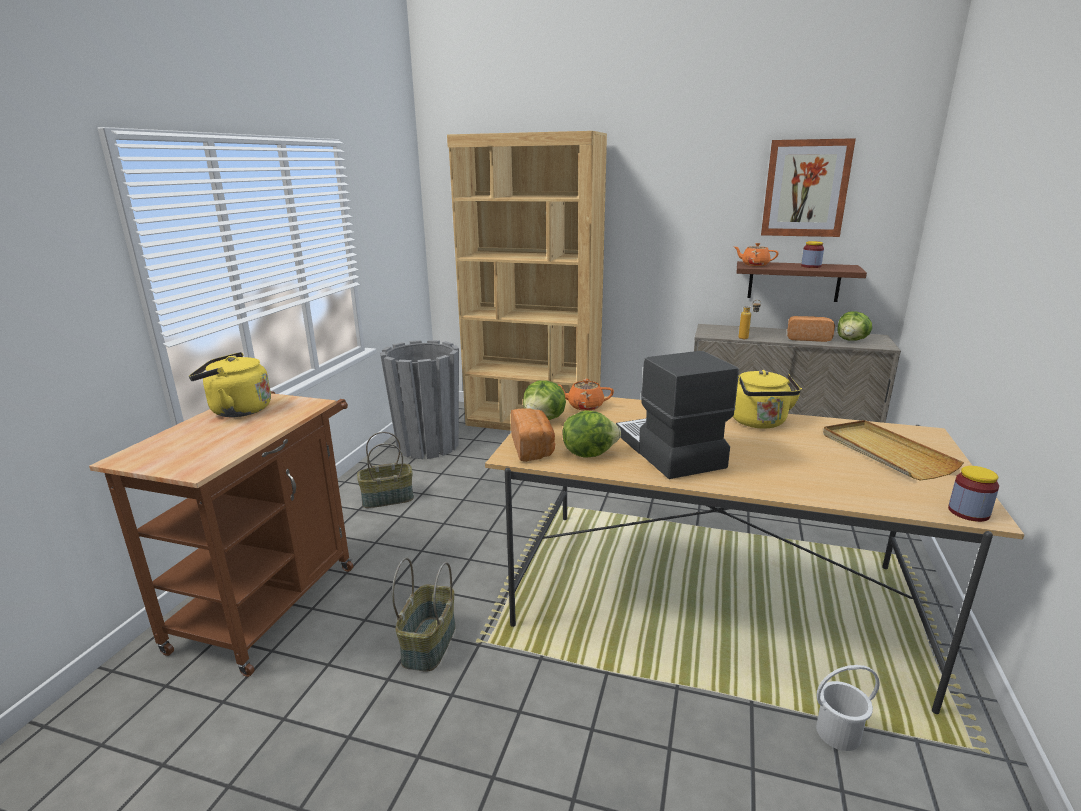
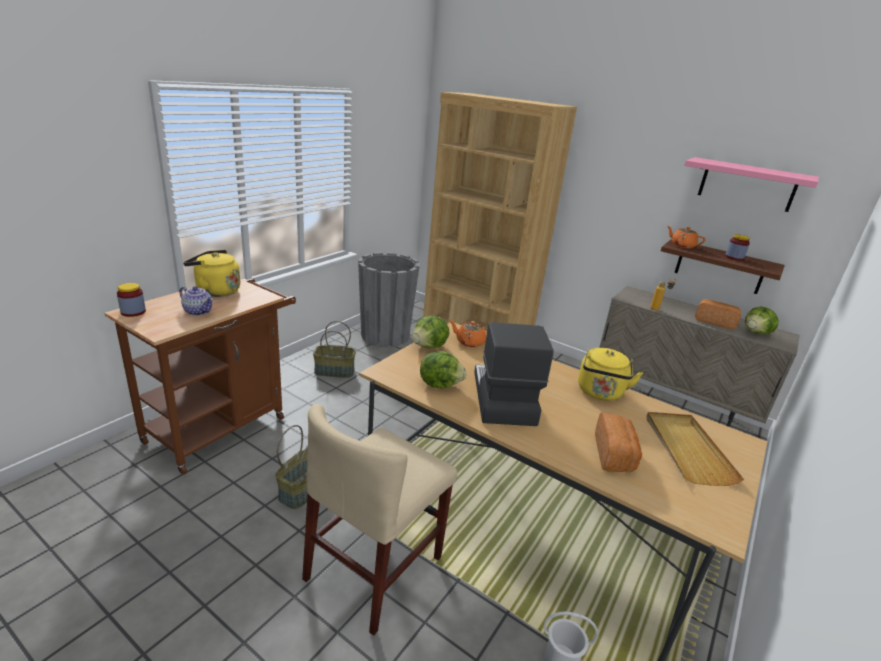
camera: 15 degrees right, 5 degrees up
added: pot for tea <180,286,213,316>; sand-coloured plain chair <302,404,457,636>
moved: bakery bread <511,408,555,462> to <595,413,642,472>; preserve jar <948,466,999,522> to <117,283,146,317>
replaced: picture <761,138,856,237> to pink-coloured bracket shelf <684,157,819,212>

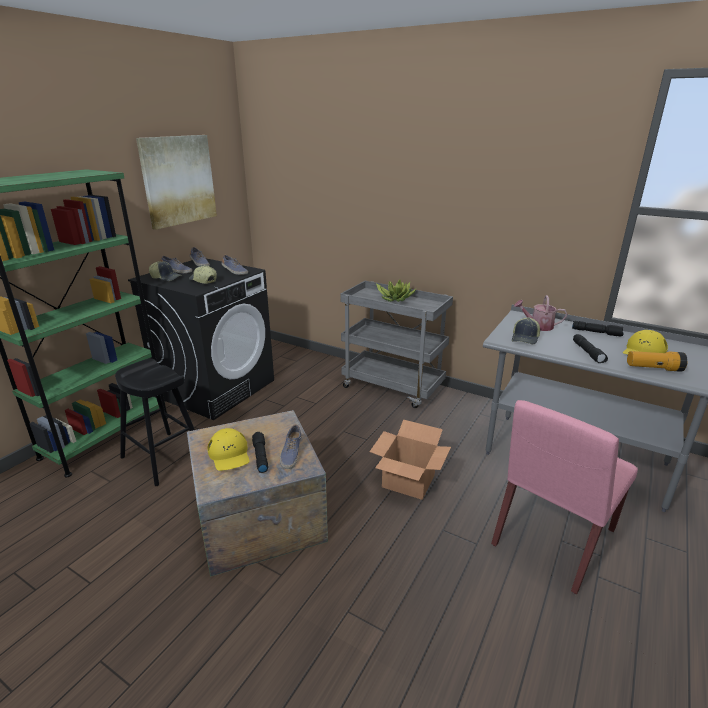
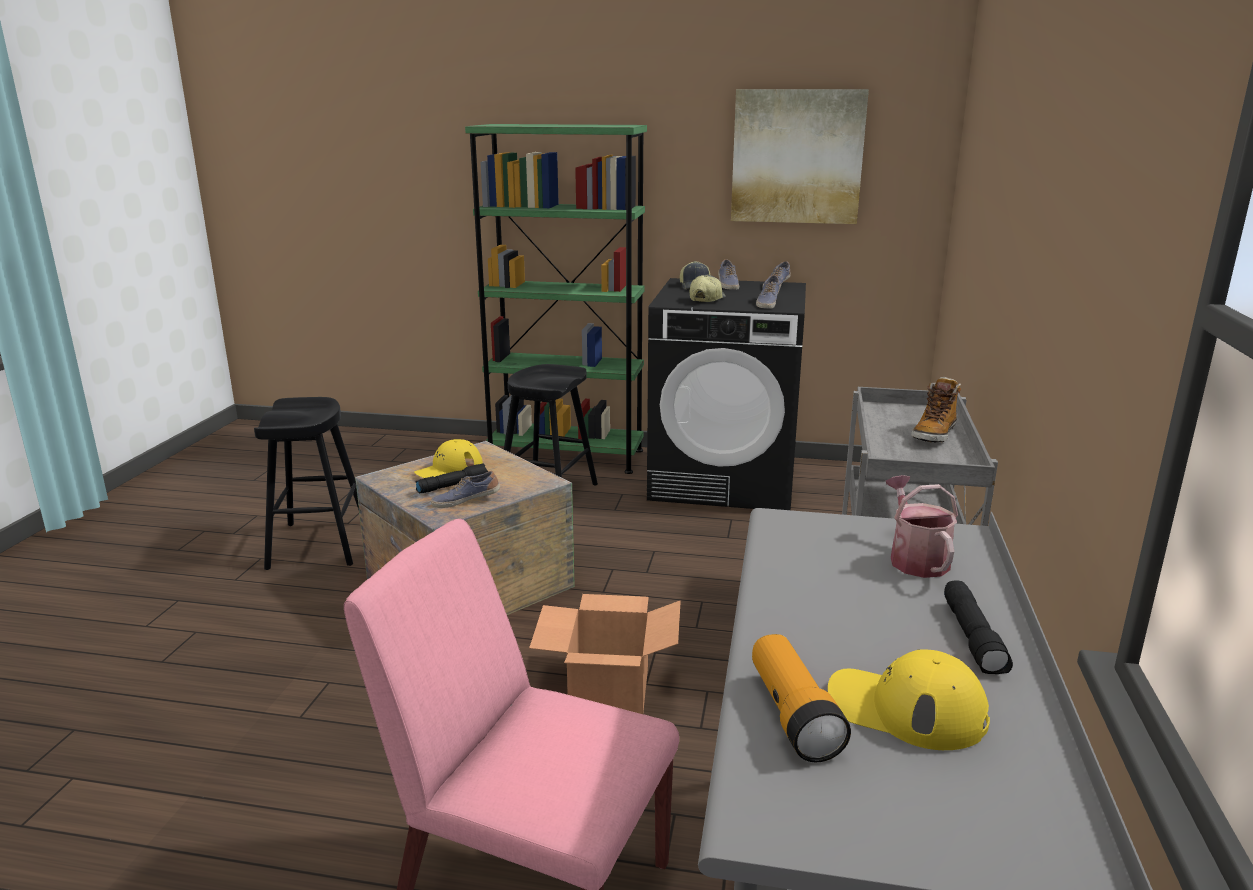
camera: 70 degrees right, 5 degrees down
removed: baseball cap <512,317,540,344>; black flashlight <573,334,608,363>
added: black stool <254,397,359,570>
replaced: potted plant <376,280,417,302> to tall boot <911,377,961,442>

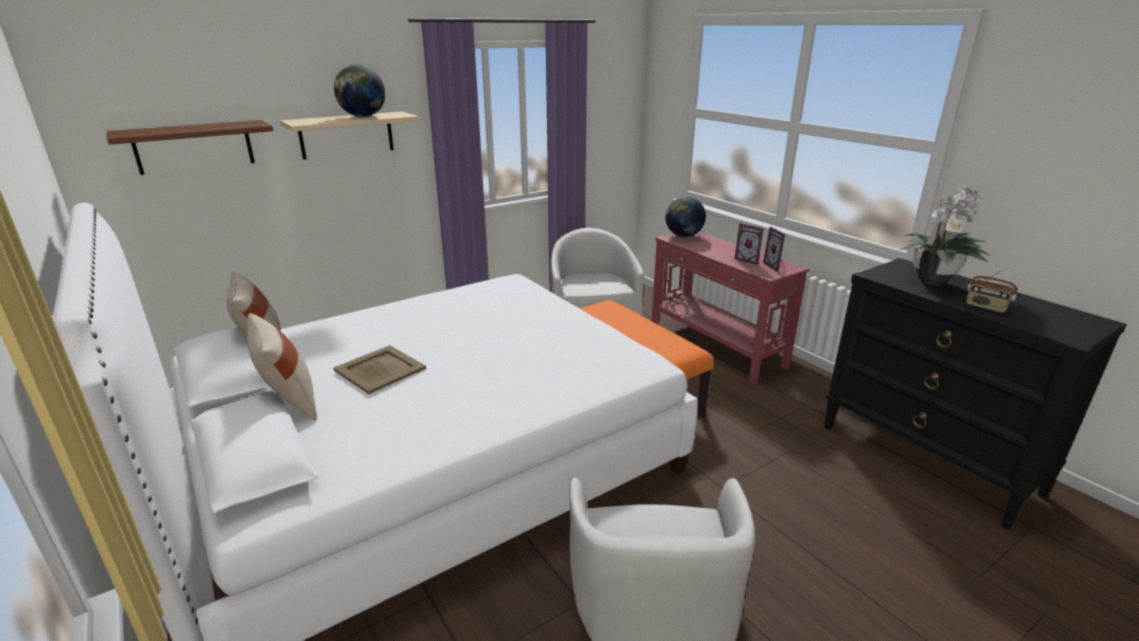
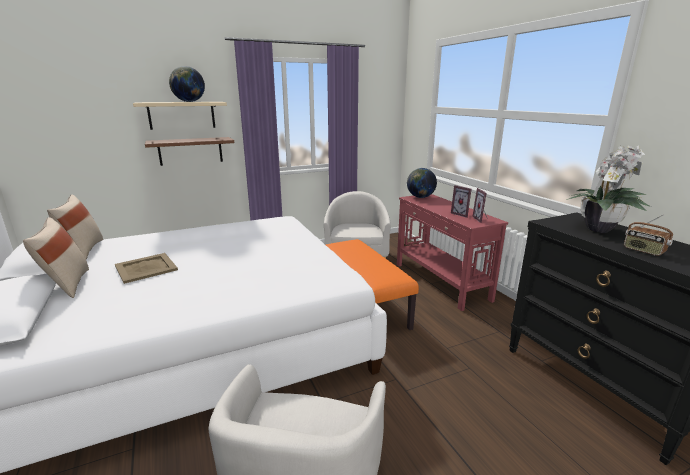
camera: 10 degrees right, 5 degrees down
moved: brown-coloured bracket shelf <107,120,273,175> to <145,137,234,166>

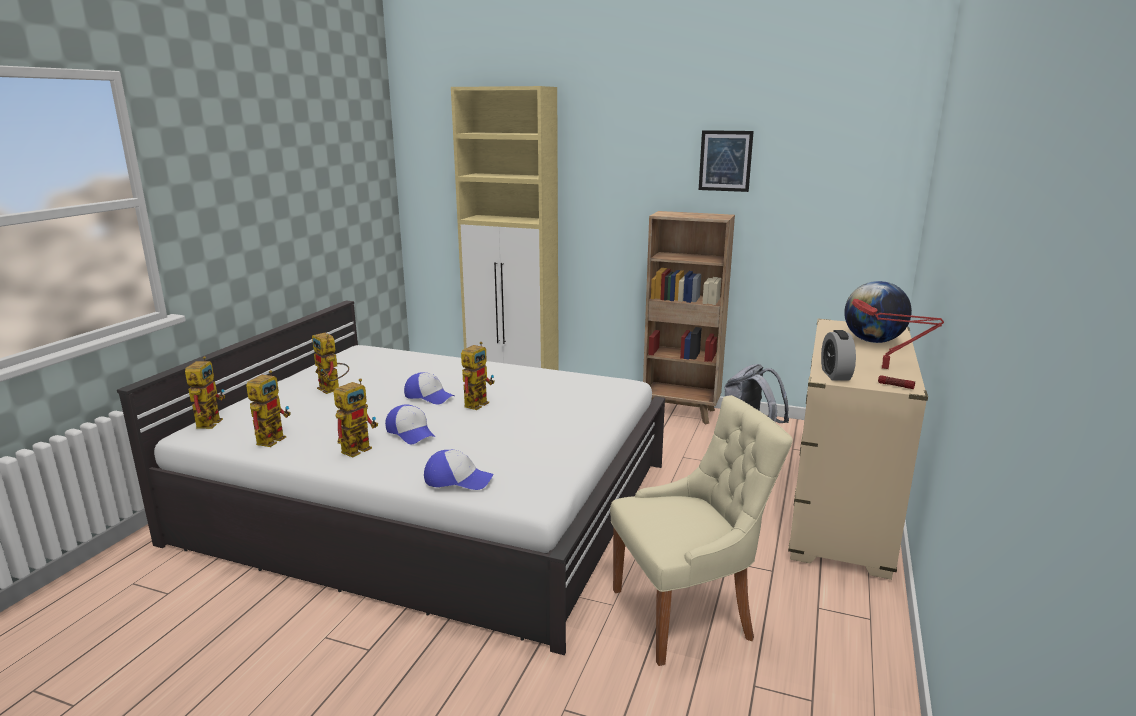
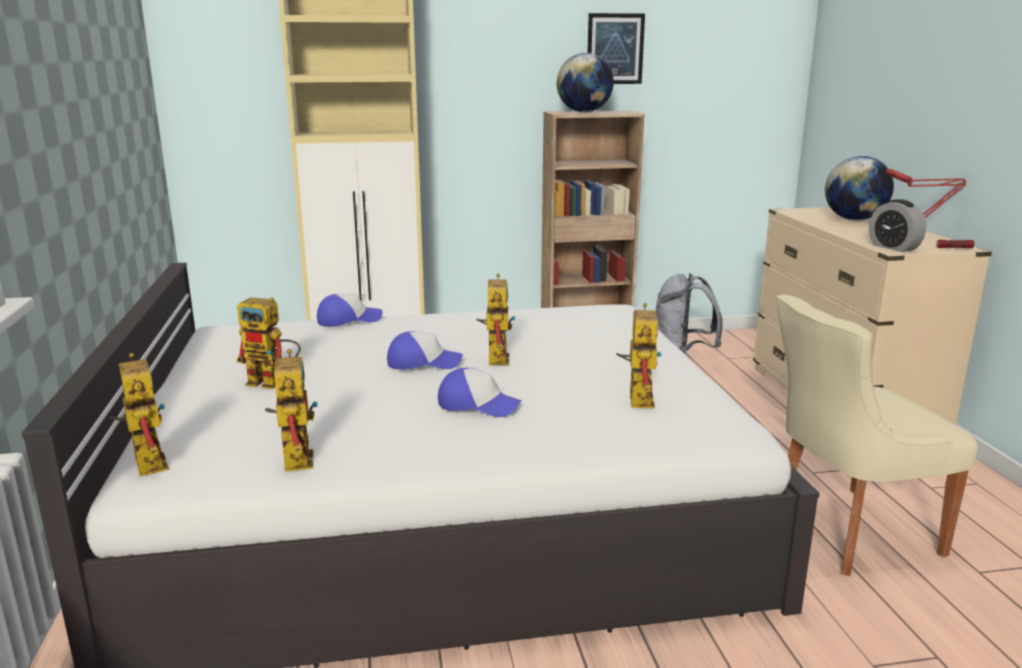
camera: 30 degrees left, 0 degrees up
added: world globe <557,53,614,112>
moved: toy robot <334,379,378,457> to <616,303,662,408>; baseball cap <424,450,493,490> to <317,293,382,327>
turned: sand-coloured plain chair <610,395,793,666> = <775,295,978,576> 150 degrees counterclockwise

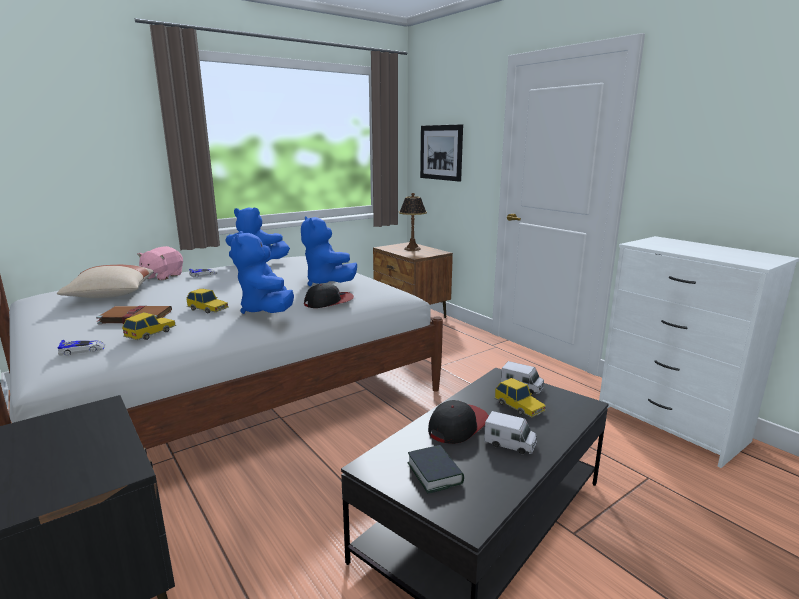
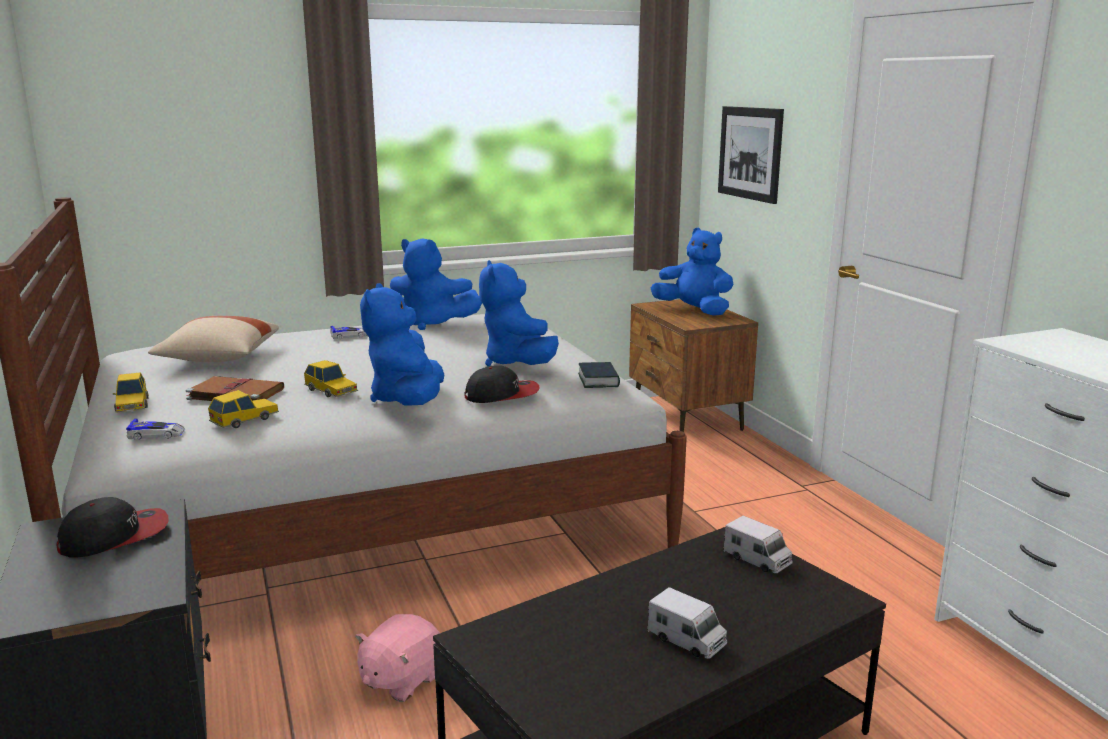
camera: 15 degrees right, 0 degrees up
moved: pink-coloured plush toy <137,246,183,280> to <355,614,440,702>; volume <408,445,464,493> to <578,362,620,388>; baseball cap <428,400,489,444> to <57,497,169,558>; toy car <494,378,546,418> to <113,373,149,413>
replaced: lamp for a table <399,193,427,251> to bluish plush toy <651,228,733,316>

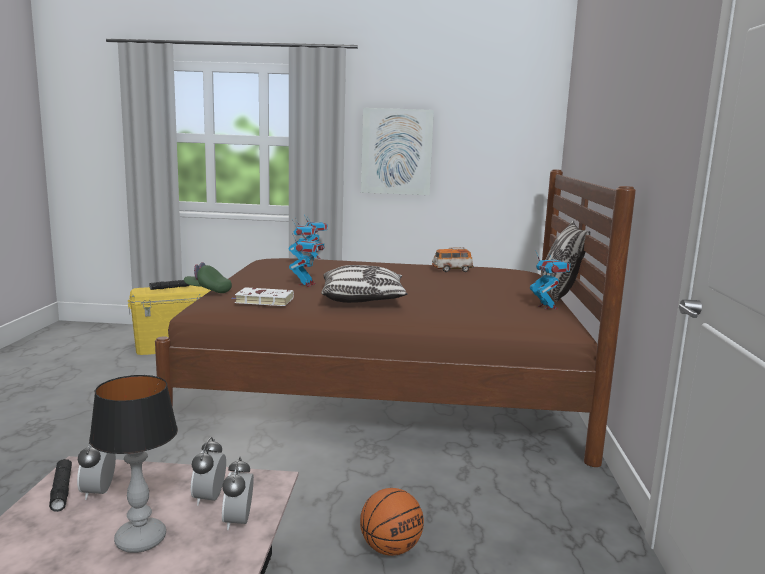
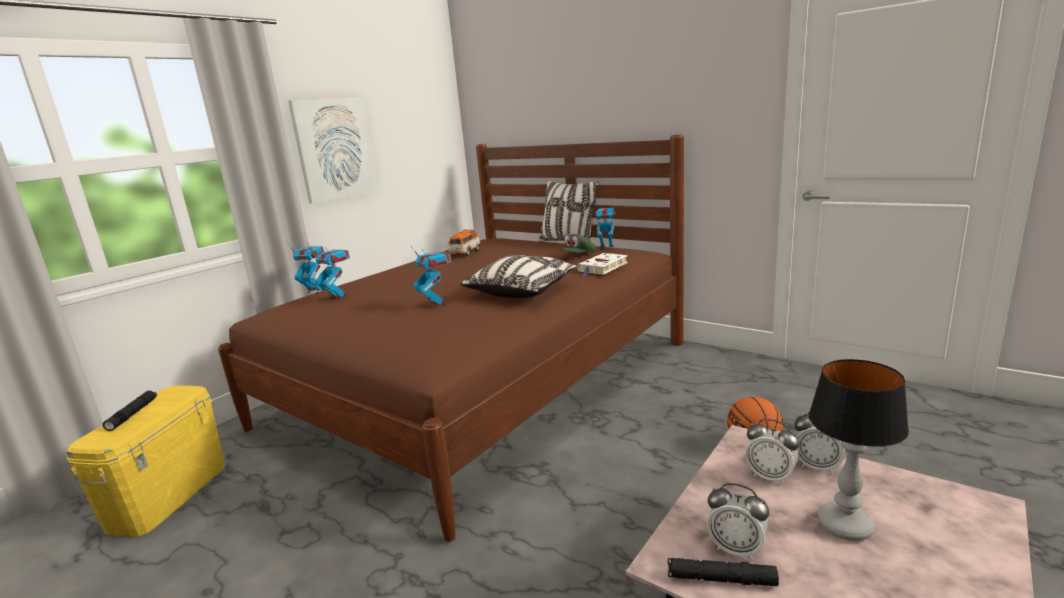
camera: 55 degrees left, 5 degrees up
moved: green-coloured baseball cap <184,262,232,293> to <559,233,596,253>; white volume <231,287,294,306> to <577,253,628,276>

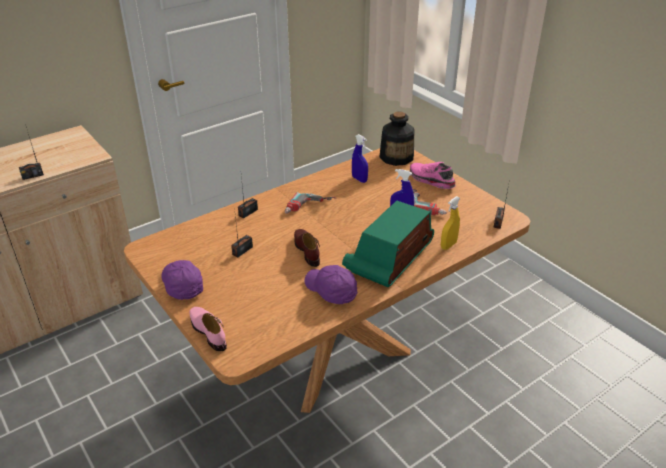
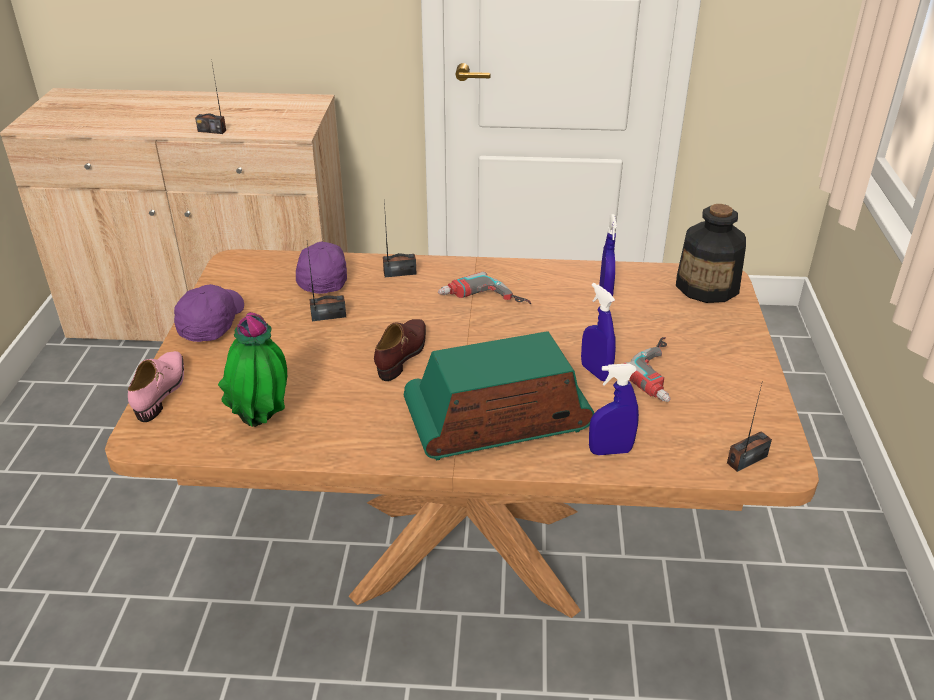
camera: 40 degrees right, 0 degrees up
removed: pink-coloured shoe <410,162,456,189>
added: potted plant <218,312,287,427>
moved: purplish baseball cap <304,265,357,304> to <296,242,347,294>
recoloured: yellow spray bottle <441,196,460,250> to bluish spray bottle <589,363,639,455>

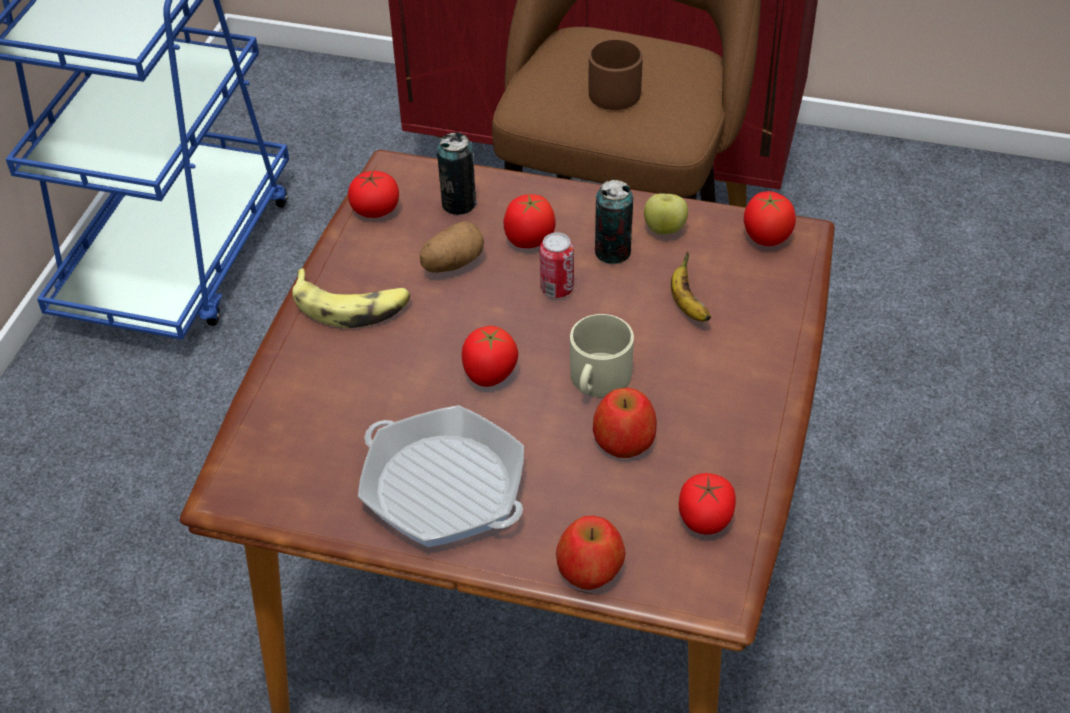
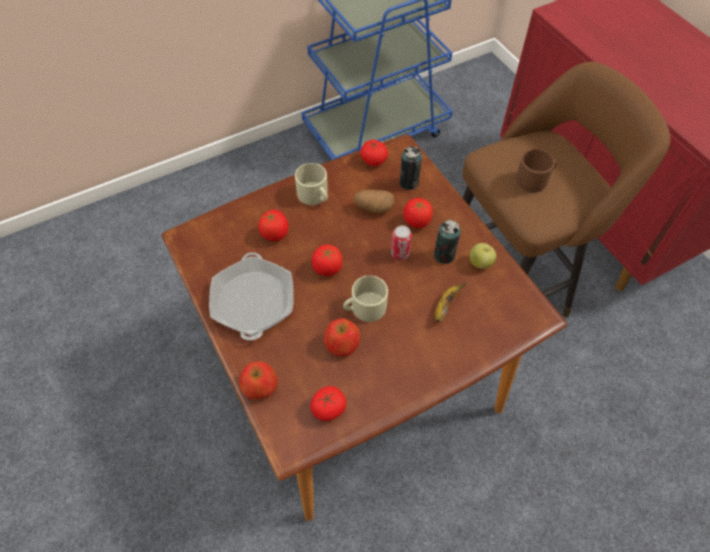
camera: 45 degrees right, 10 degrees up
moved: fresh tomato <744,191,796,246> to <258,210,289,241>
replaced: banana <292,268,410,328> to sand-coloured tea mug <295,163,328,205>

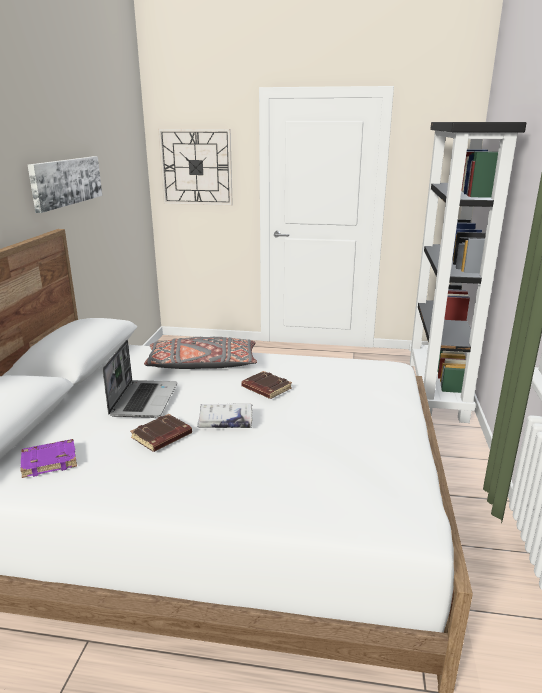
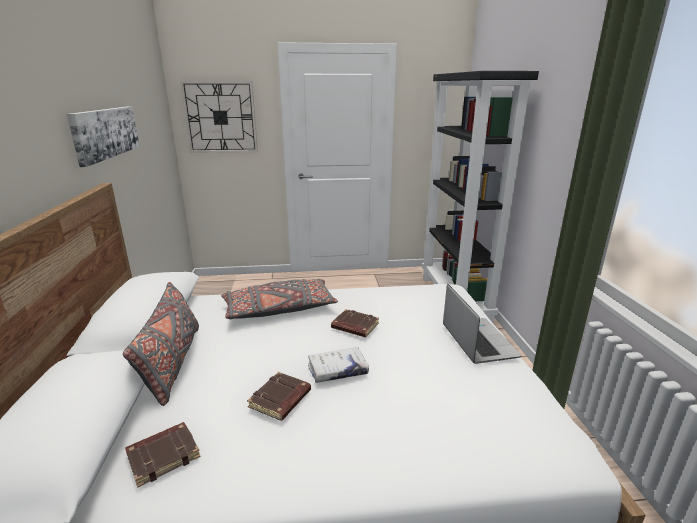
camera: 15 degrees left, 0 degrees up
added: gray pillow <123,282,199,406>
moved: portable computer <103,340,177,418> to <443,284,521,364>
recoloured: purplish volume <20,439,77,478> to brown-coloured volume <125,422,201,488>

